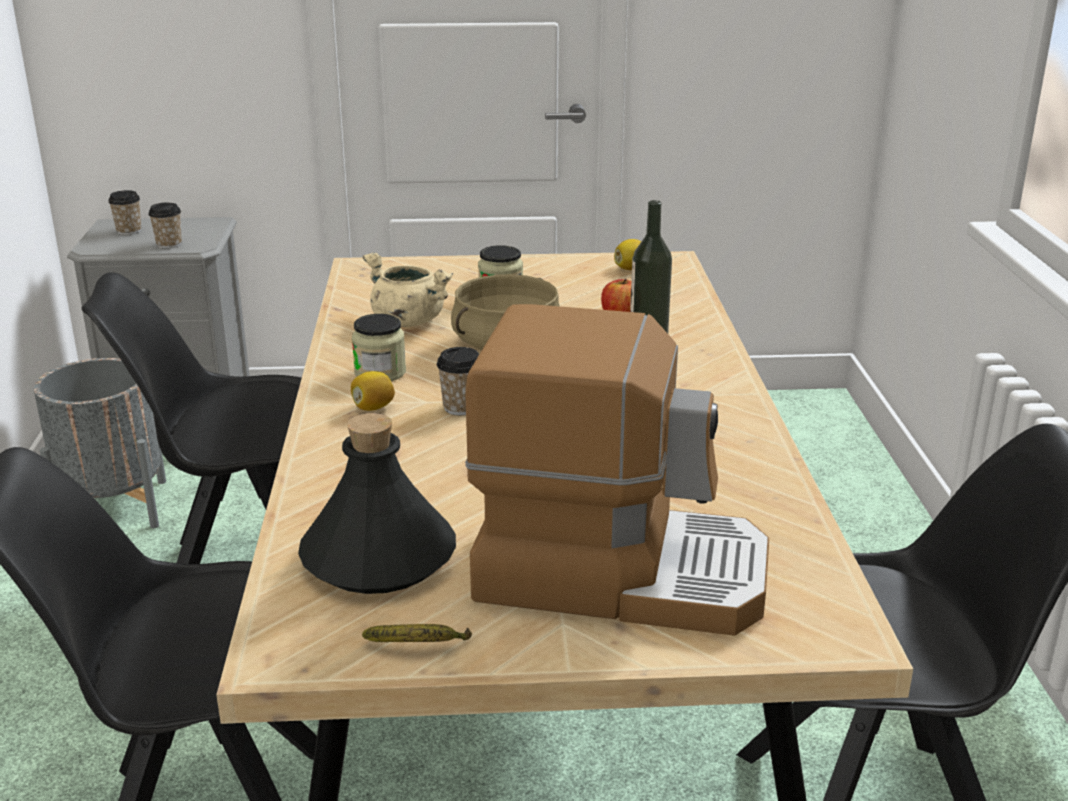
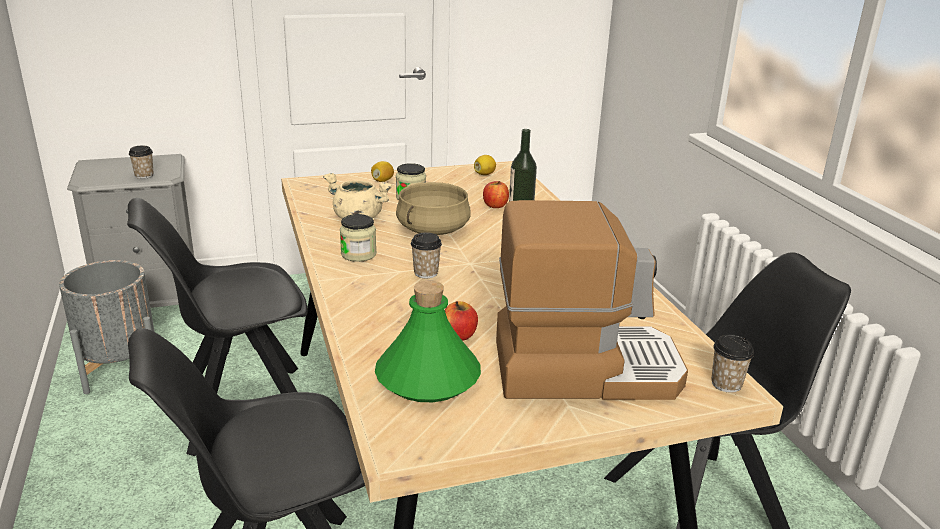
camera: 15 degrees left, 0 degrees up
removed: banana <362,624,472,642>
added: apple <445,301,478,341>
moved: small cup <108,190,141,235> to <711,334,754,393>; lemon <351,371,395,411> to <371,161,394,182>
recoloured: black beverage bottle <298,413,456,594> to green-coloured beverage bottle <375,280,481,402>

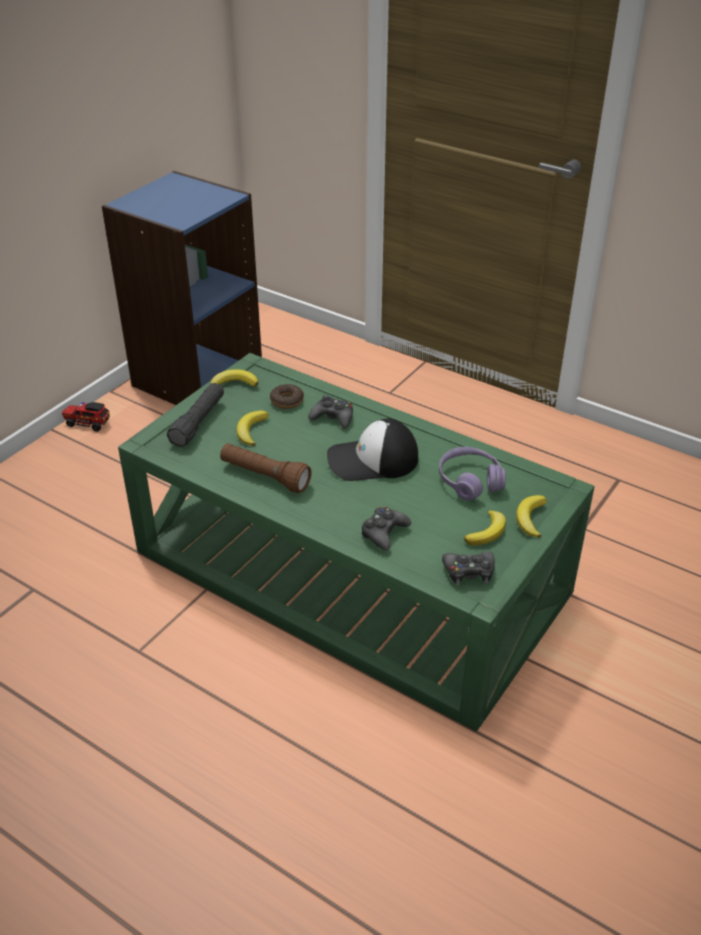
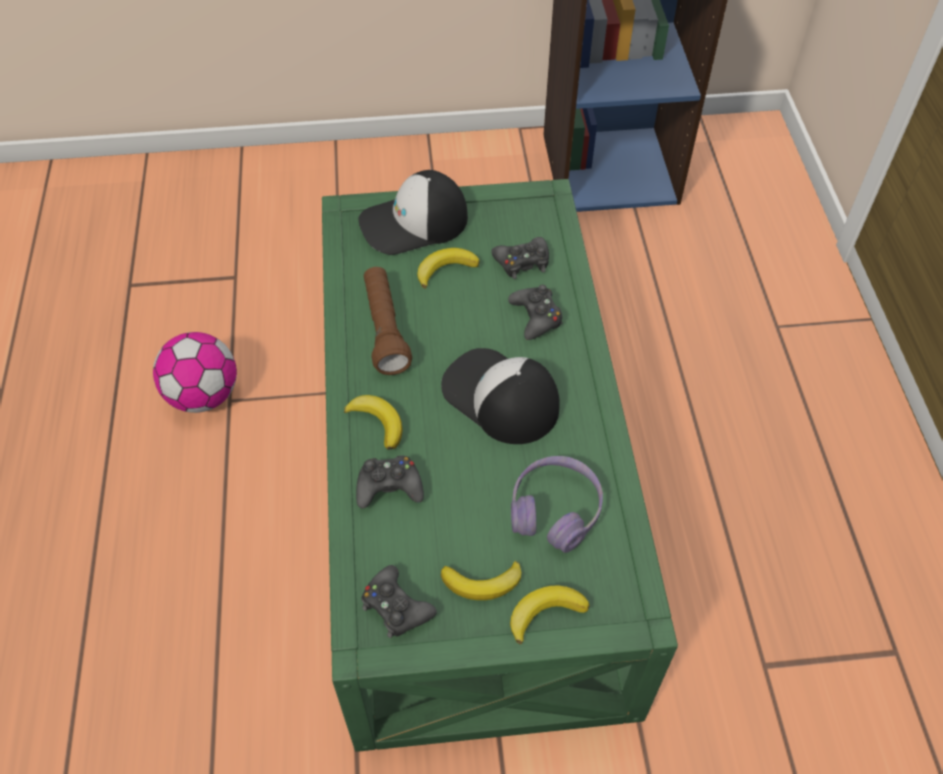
camera: 50 degrees right, 15 degrees up
removed: toy truck <62,402,110,432>
added: ball for football <153,332,237,413>
moved: banana <211,369,258,387> to <344,395,402,450>
replaced: black flashlight <167,383,224,447> to baseball cap <358,170,468,255>; donut <270,384,304,409> to black game controller <491,237,549,279>

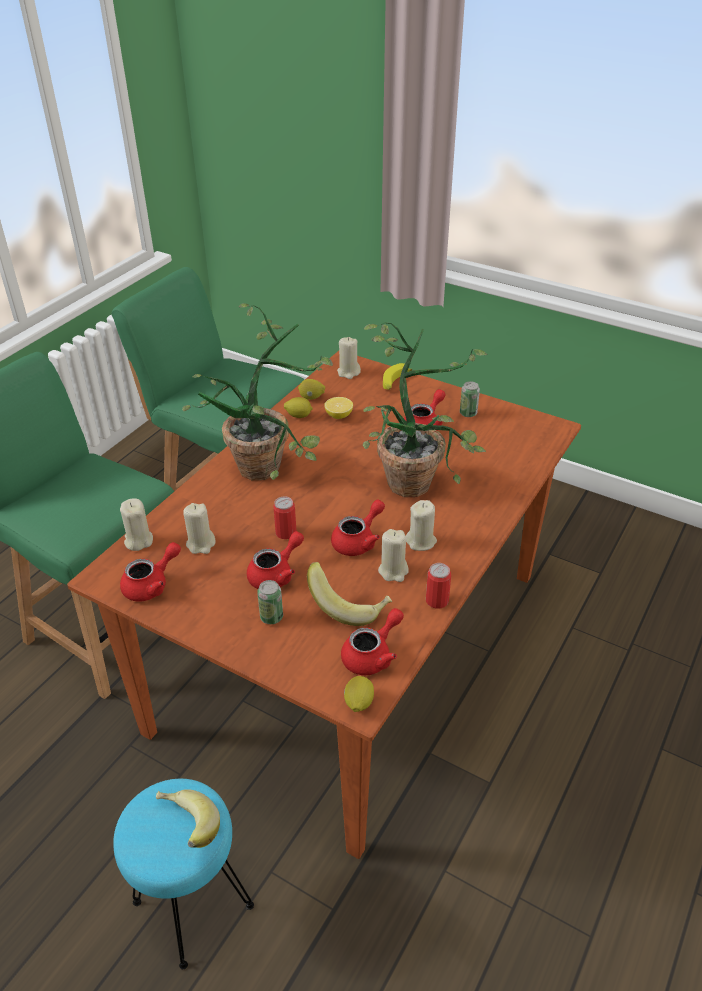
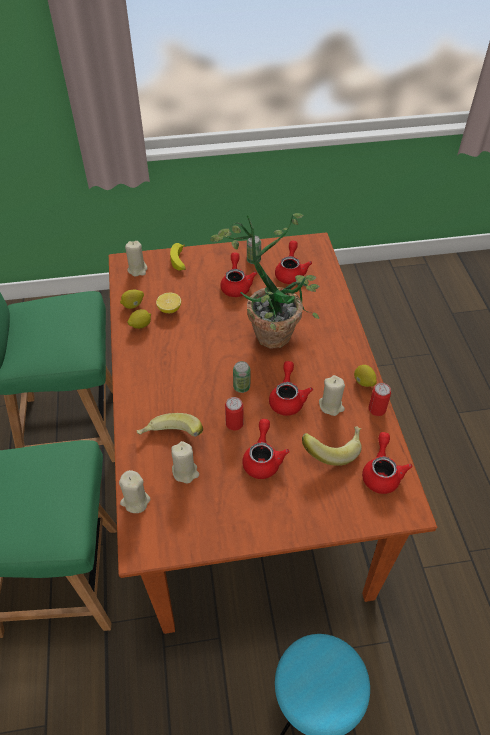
camera: 40 degrees left, 10 degrees up
removed: potted plant <182,303,333,480>; sand-coloured wax light <406,500,437,551>
moved: red-coloured pot for tea <120,542,181,602> to <275,241,312,284>; banana <156,789,220,848> to <137,413,203,437>; metal can <257,580,283,624> to <233,361,251,393>; lemon <344,676,374,712> to <354,365,377,387>

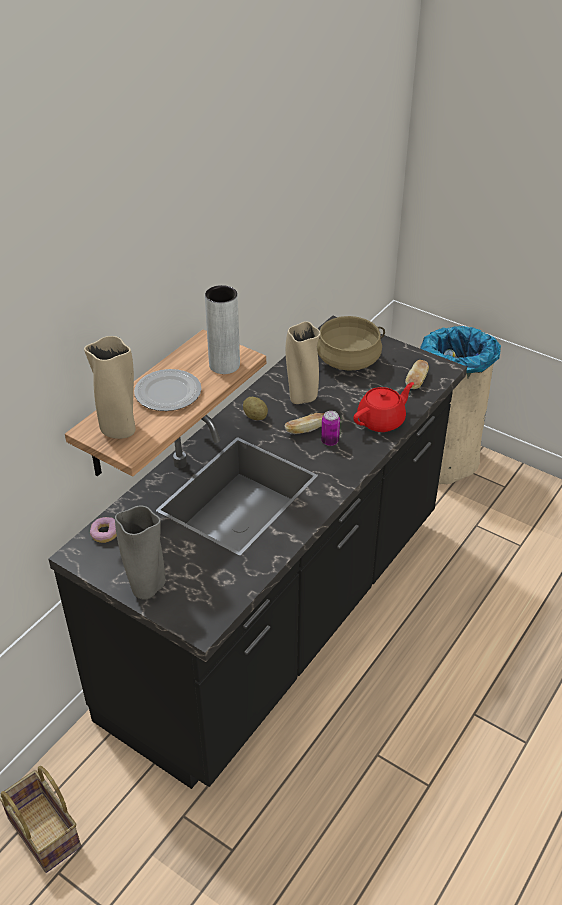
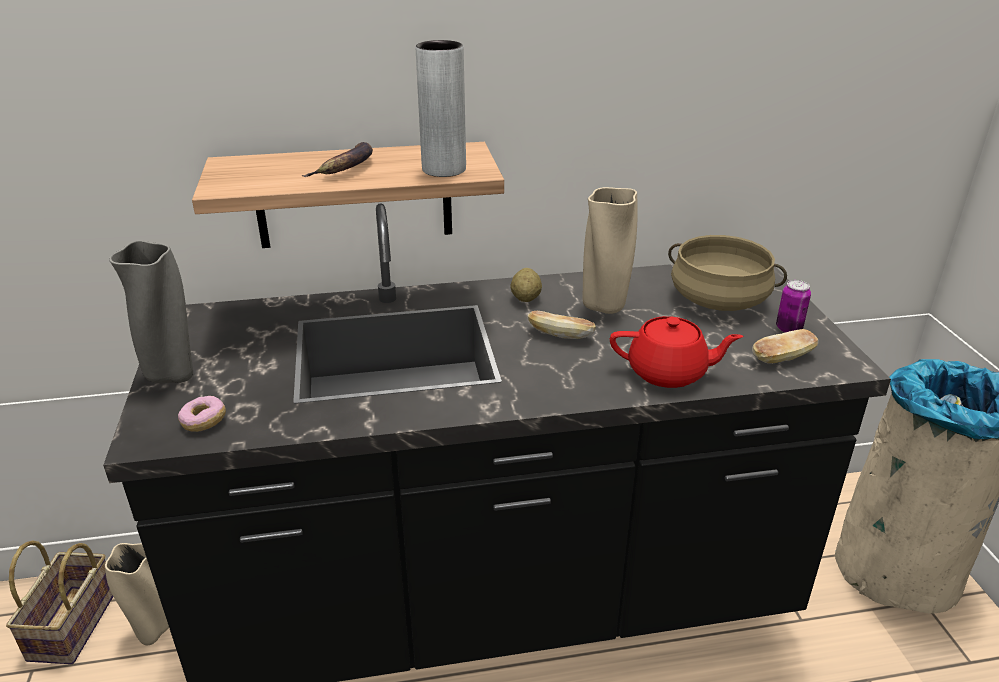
camera: 45 degrees right, 10 degrees down
moved: sand-coloured decorative vase <84,336,136,439> to <105,543,169,645>; donut <90,517,117,543> to <178,396,226,432>; metal can <321,411,340,446> to <776,280,811,333>
replaced: dinner plate <134,369,202,411> to banana <302,142,373,177>

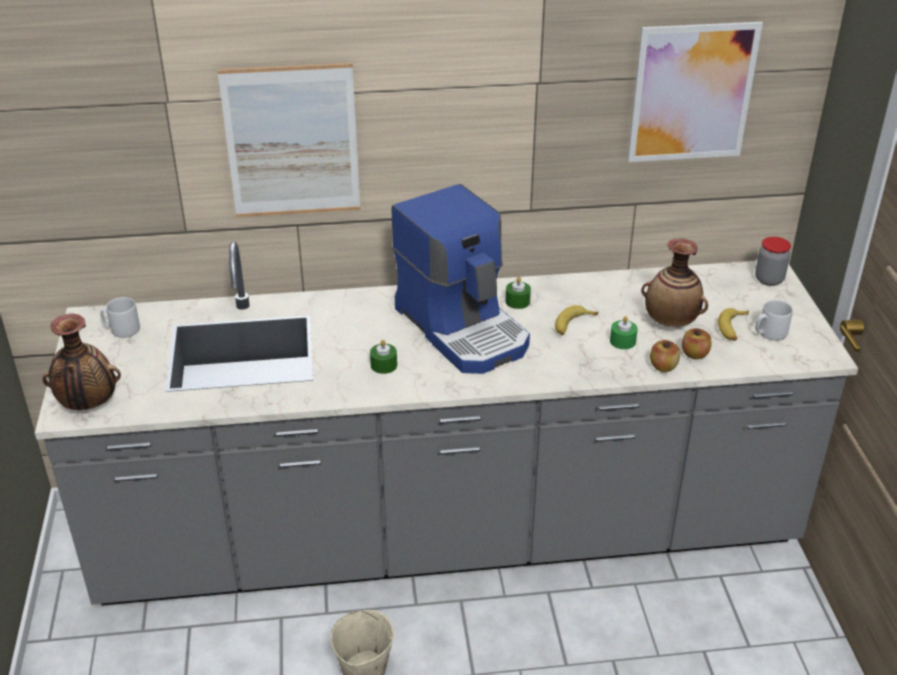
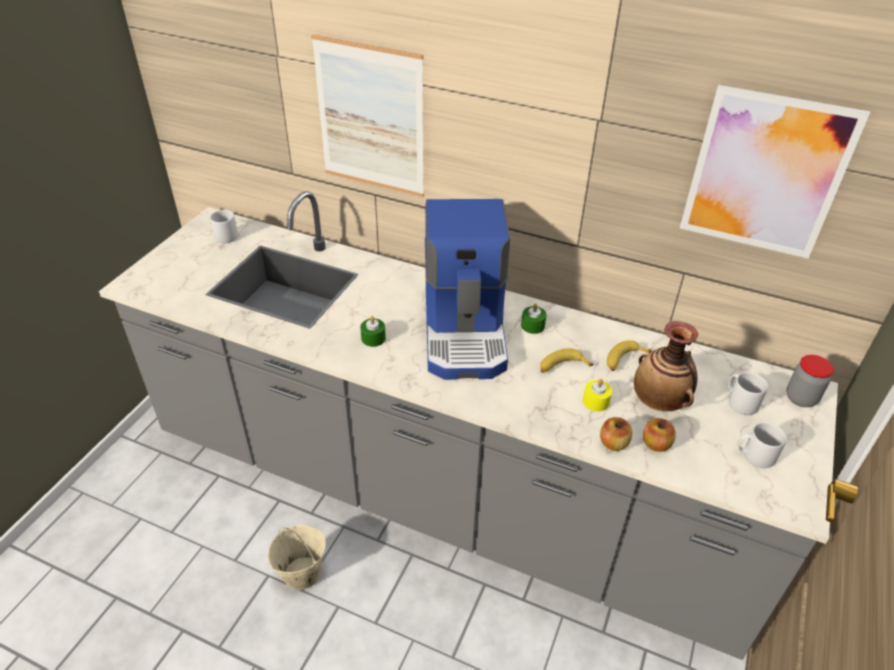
camera: 30 degrees right, 5 degrees up
removed: decorative vase <43,314,121,410>
added: gray tea mug <728,372,768,415>
moved: banana <718,308,749,341> to <607,340,652,371>
recoloured: green-coloured wax light <610,316,638,349> to yellow wax light <583,379,612,412>

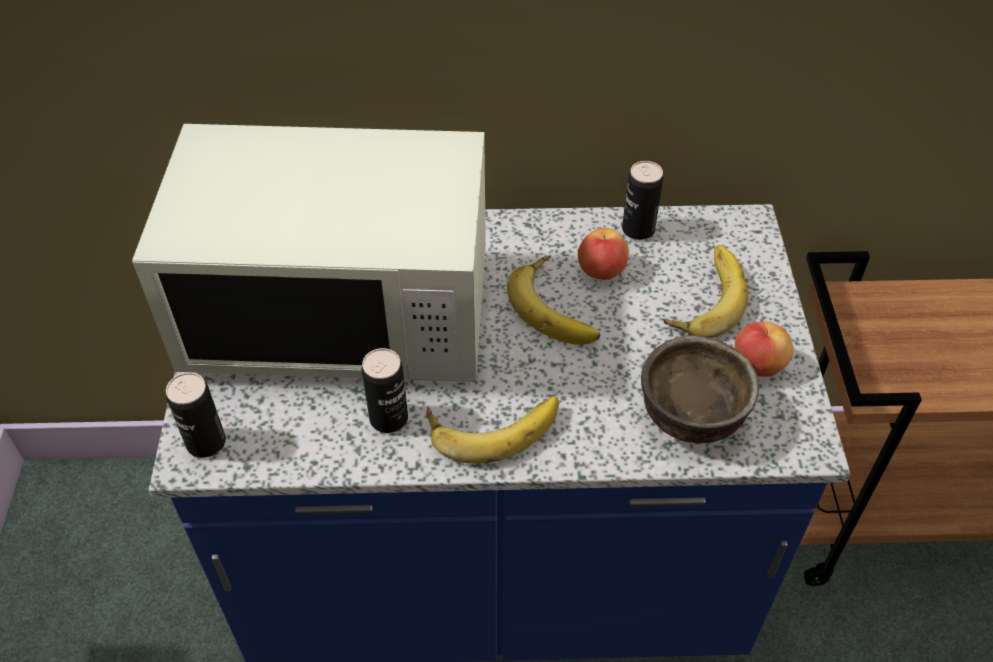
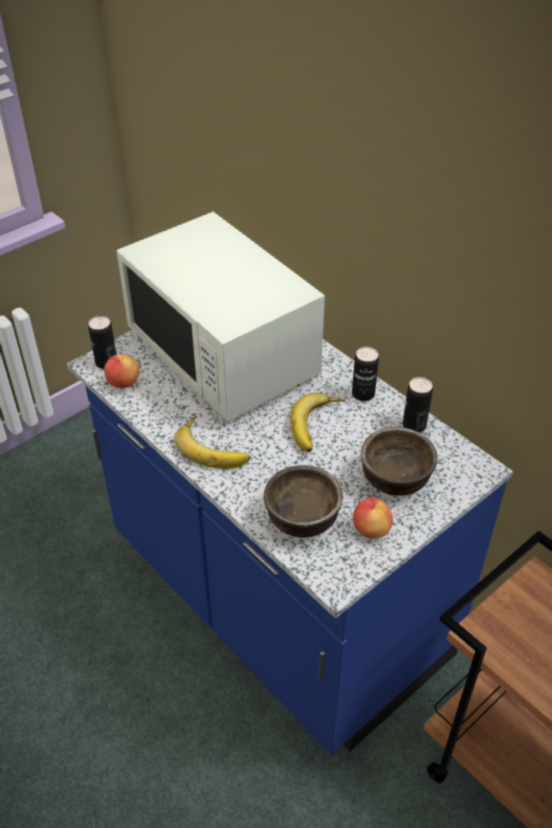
camera: 50 degrees right, 5 degrees down
moved: metal can <362,348,408,433> to <352,347,379,401>; apple <578,228,629,280> to <104,354,140,388>
replaced: banana <663,245,748,338> to brown-coloured deep dish <361,427,437,496>

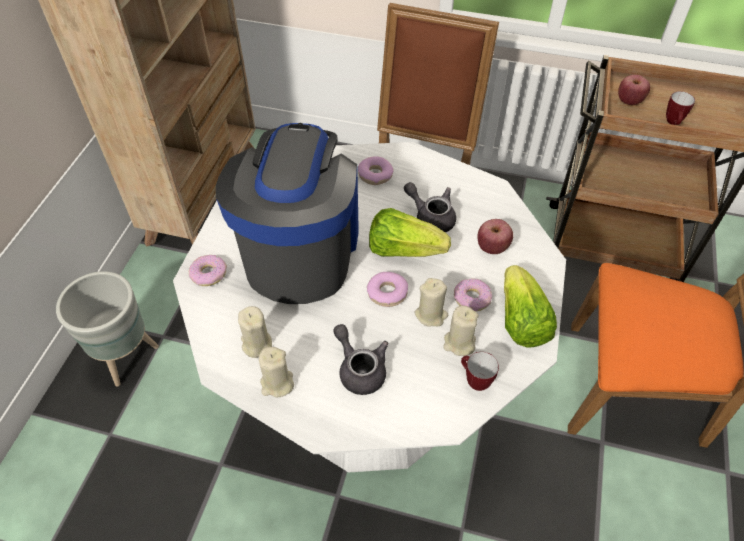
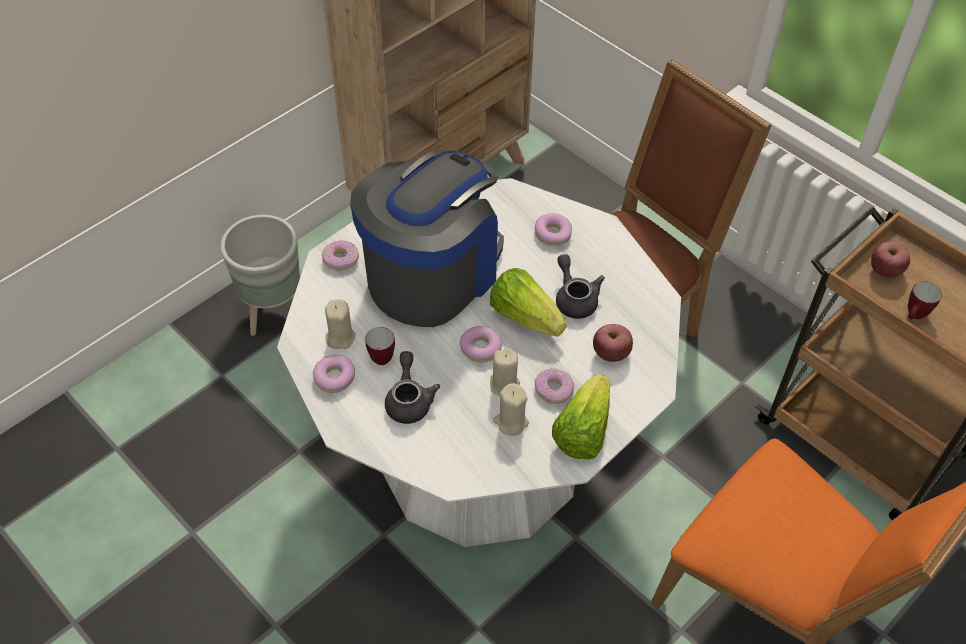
camera: 30 degrees right, 0 degrees up
moved: tea mug <461,352,499,391> to <365,327,395,365>
replaced: sand-coloured wax light <259,347,294,398> to donut <313,354,355,393>

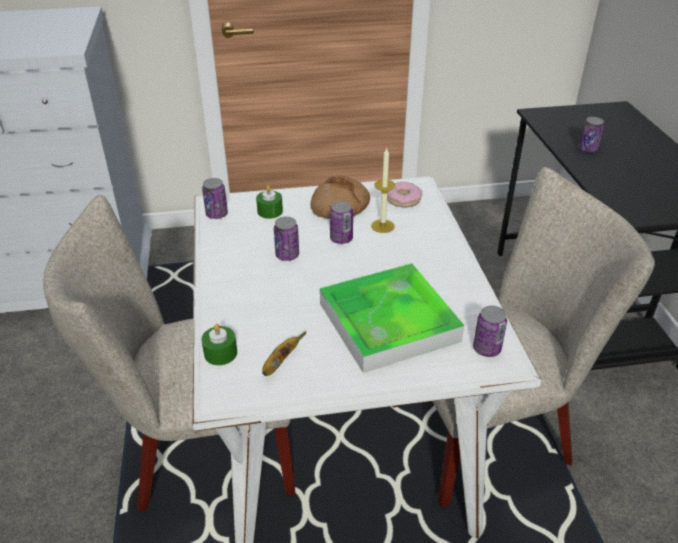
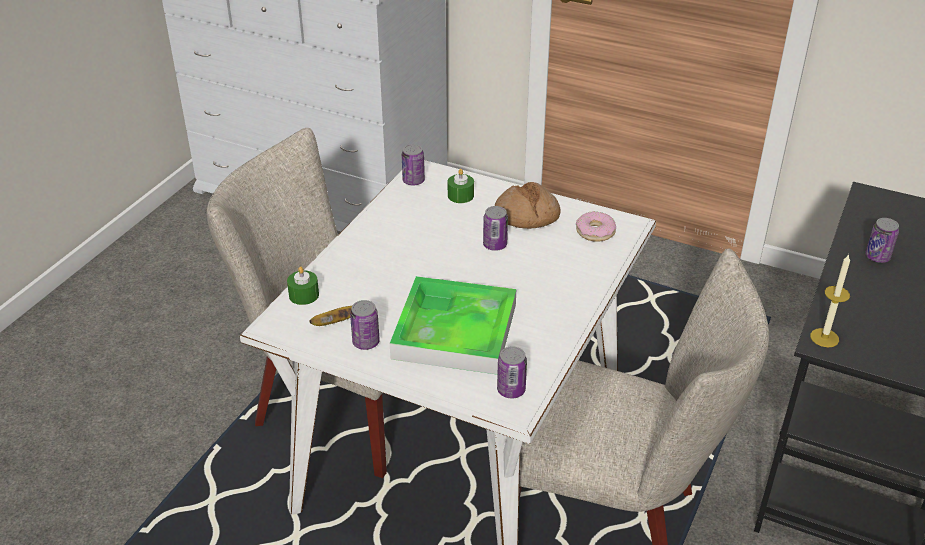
camera: 35 degrees right, 0 degrees up
moved: metal can <274,217,299,261> to <350,300,380,350>; wax light <371,148,395,233> to <810,254,850,347>

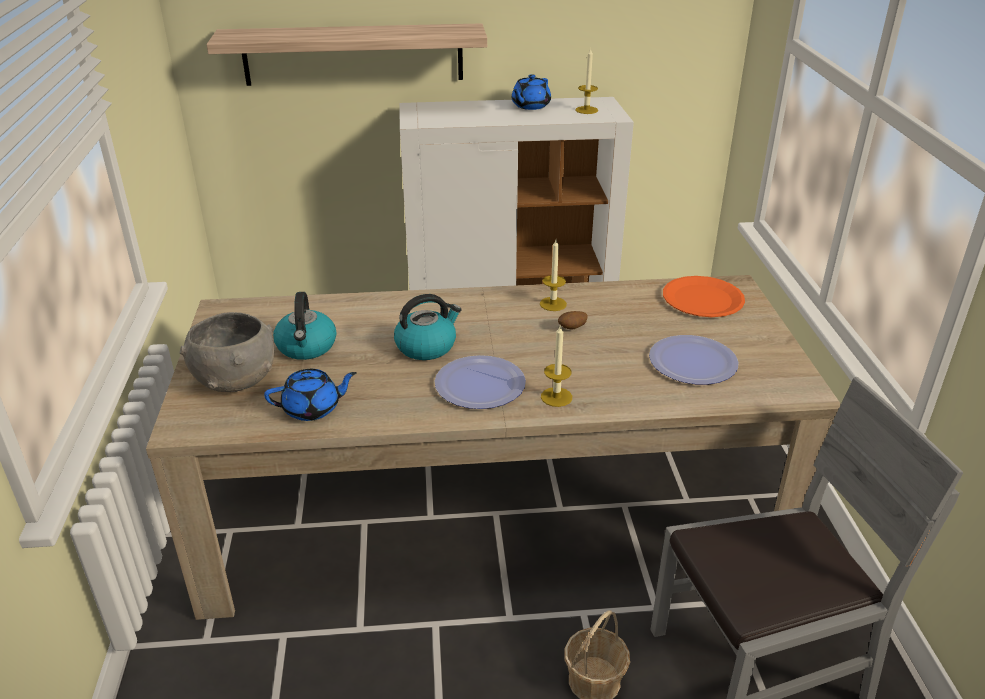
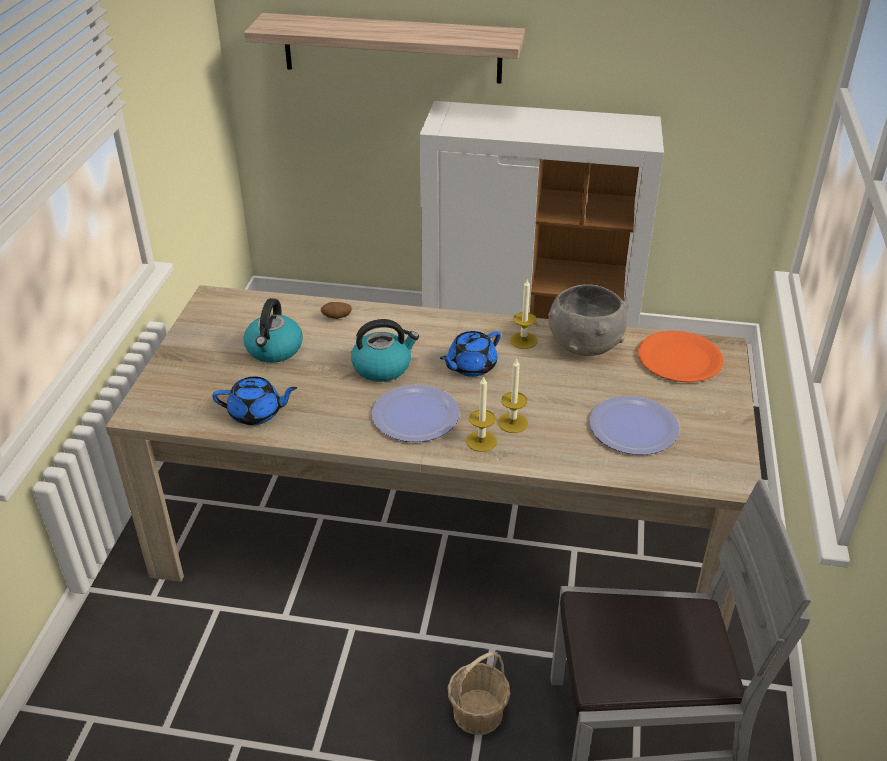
camera: 15 degrees right, 5 degrees up
moved: gray deep dish <180,312,274,392> to <548,284,629,356>; bluish pot for tea <512,74,551,110> to <440,331,501,377>; potato <558,311,588,329> to <321,302,352,319>; wax light <575,47,598,114> to <498,358,528,433>

